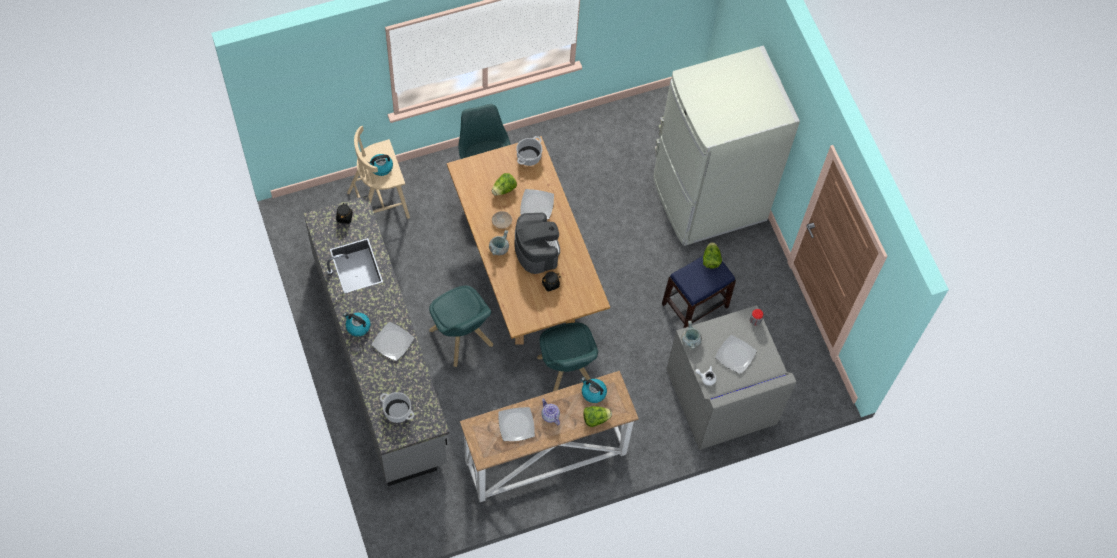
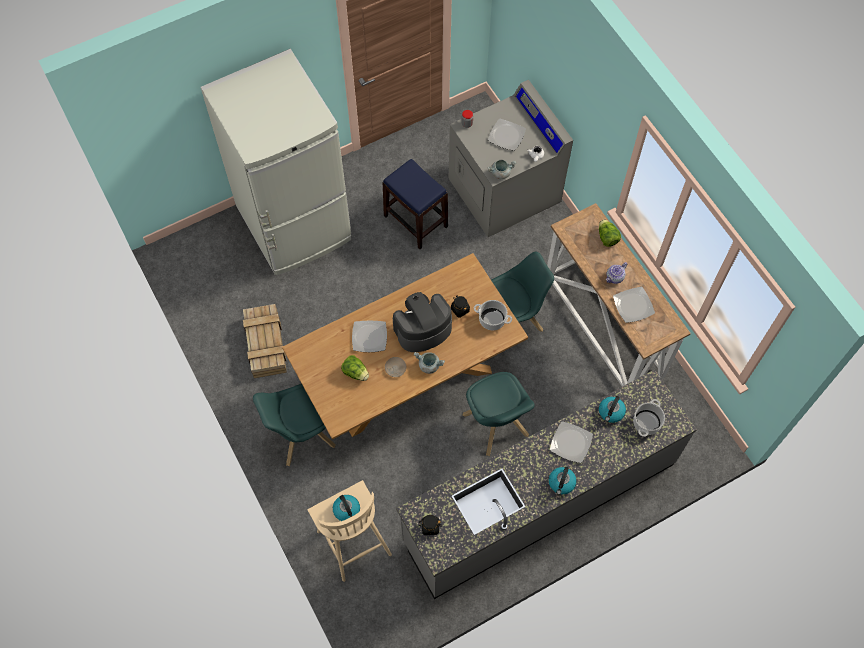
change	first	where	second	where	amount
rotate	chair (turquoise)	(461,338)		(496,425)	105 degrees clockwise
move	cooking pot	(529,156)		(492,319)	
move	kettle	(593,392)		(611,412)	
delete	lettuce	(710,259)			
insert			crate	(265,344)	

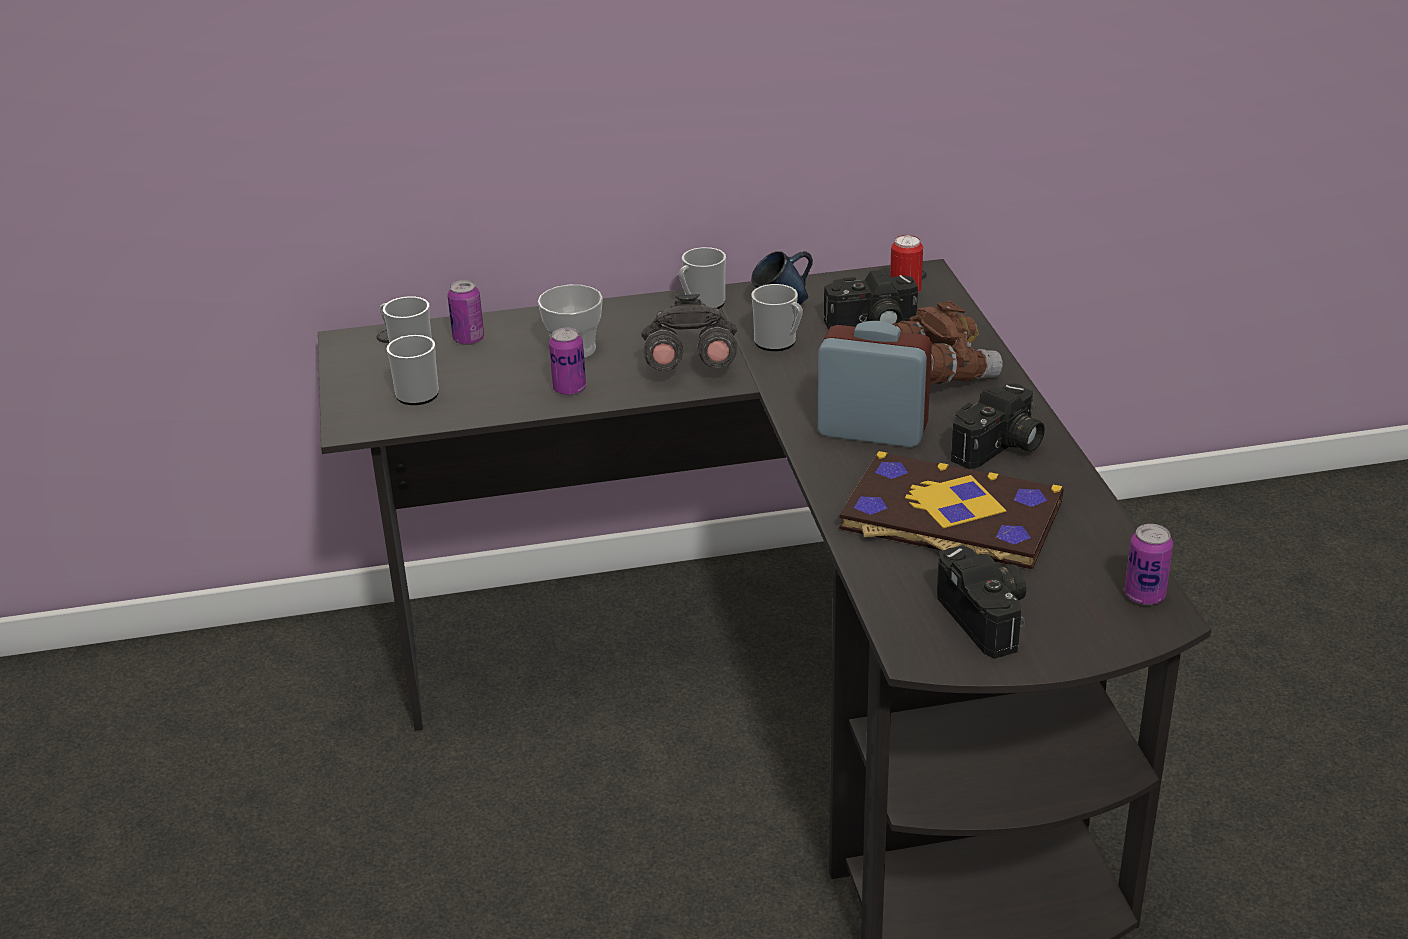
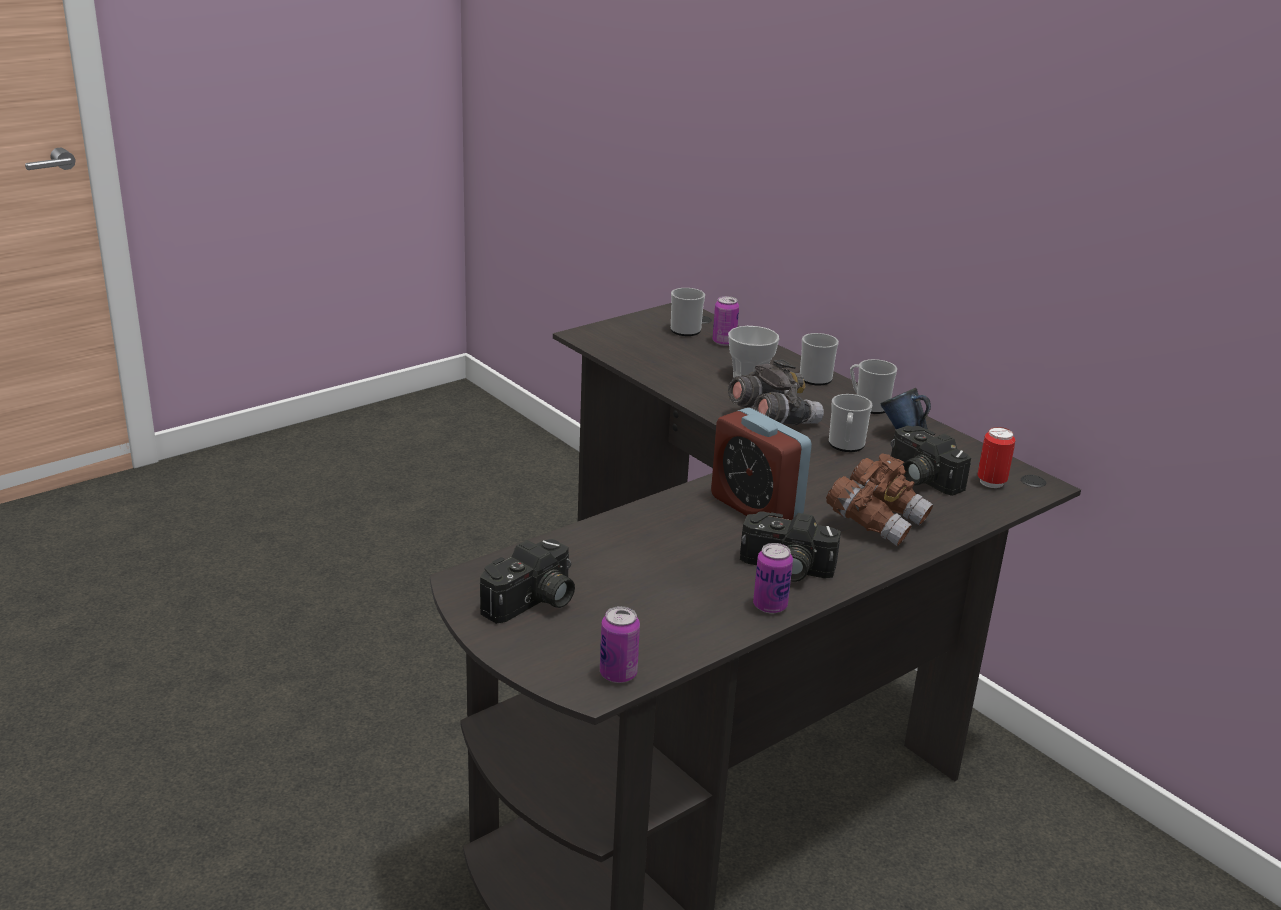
change	first	where	second	where	amount
move	mug	(415,392)		(817,377)	
move	can	(569,389)		(770,606)	
rotate	alarm clock	(872,430)		(756,507)	150 degrees clockwise
delete	book	(950,517)			

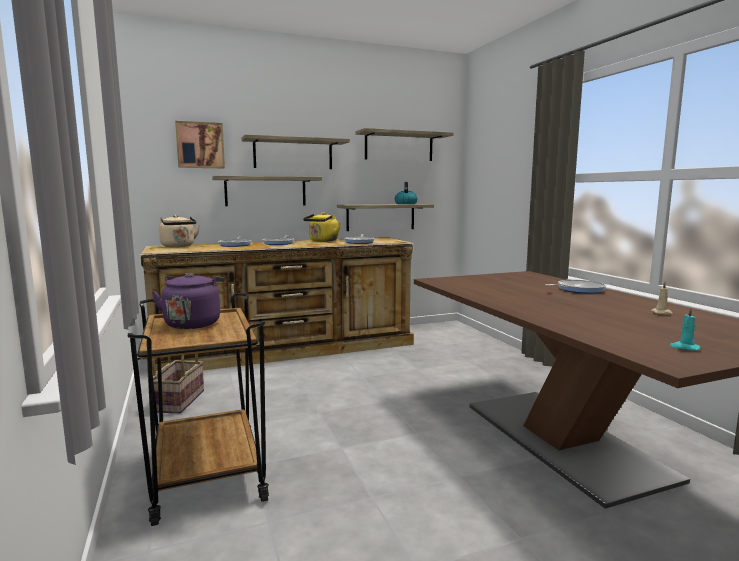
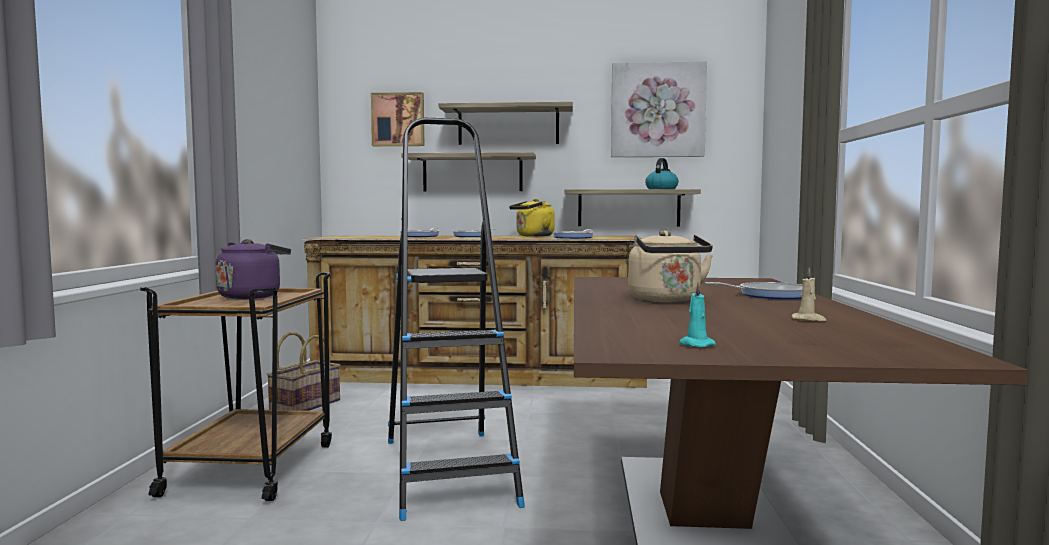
change	first	where	second	where	amount
move	kettle (beige)	(179,246)		(667,300)	
replace	shelf	(399,146)	picture	(657,110)	
insert			step ladder (black)	(448,470)	

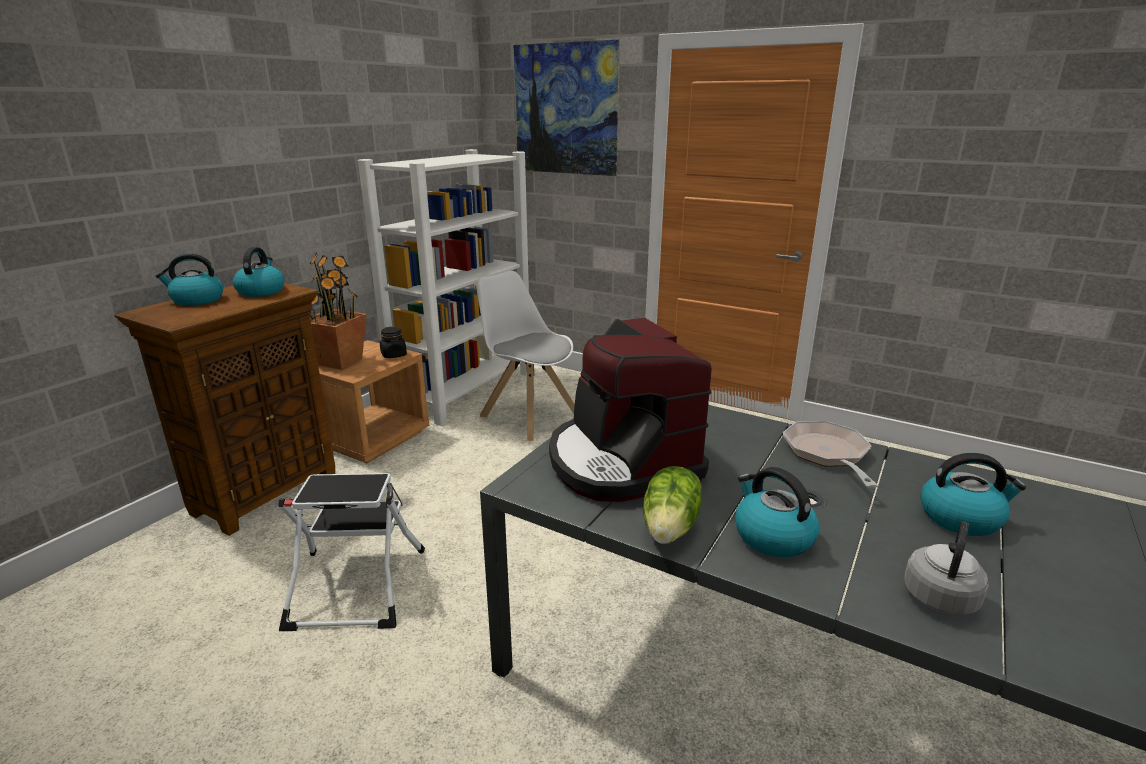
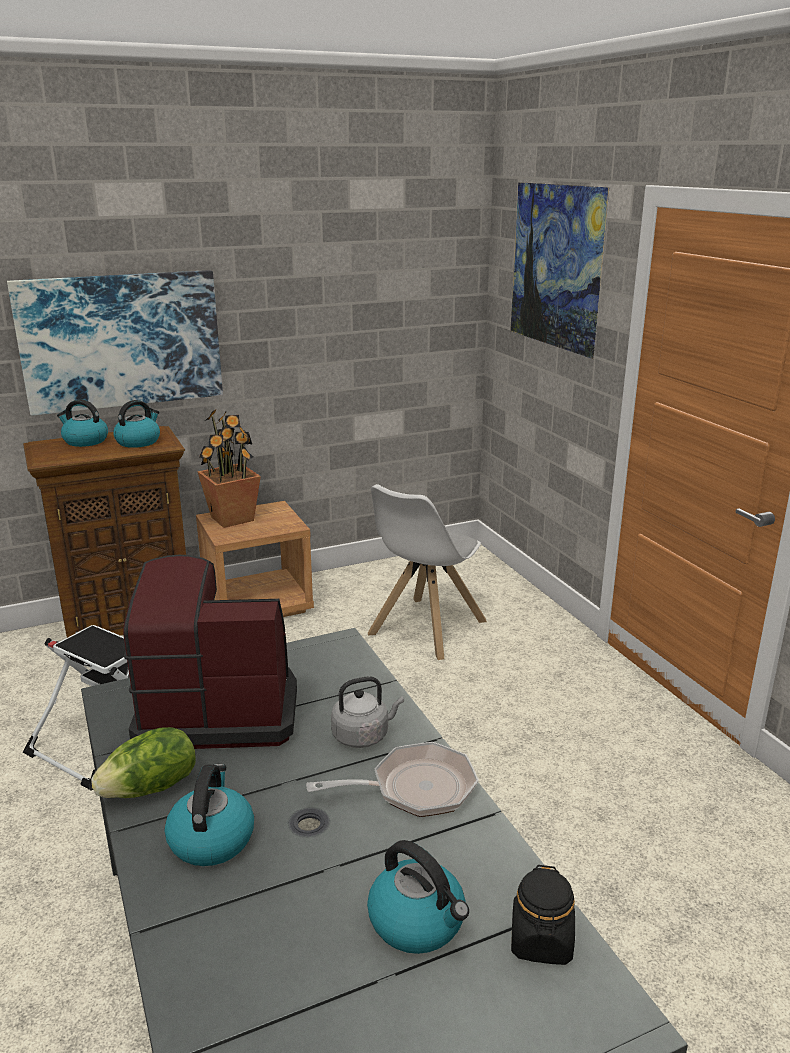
change	first	where	second	where	amount
delete	bookcase (white)	(464,390)			
move	jar (black)	(394,355)		(541,941)	
rotate	chair	(529,415)		(425,629)	135 degrees counterclockwise
rotate	coffee machine	(621,462)		(218,709)	75 degrees clockwise
rotate	frying pan	(827,454)		(415,788)	45 degrees clockwise
move	kettle (grey)	(940,596)		(363,735)	
insert			picture	(121,340)	

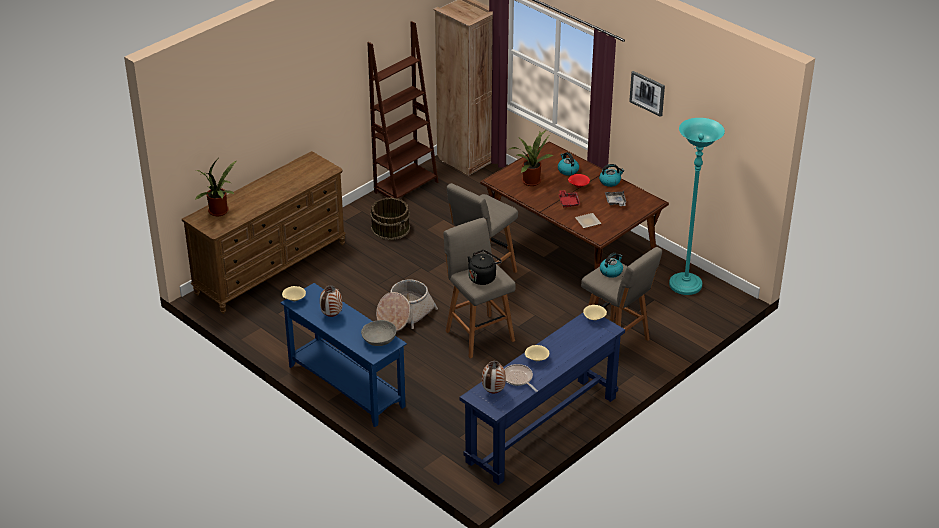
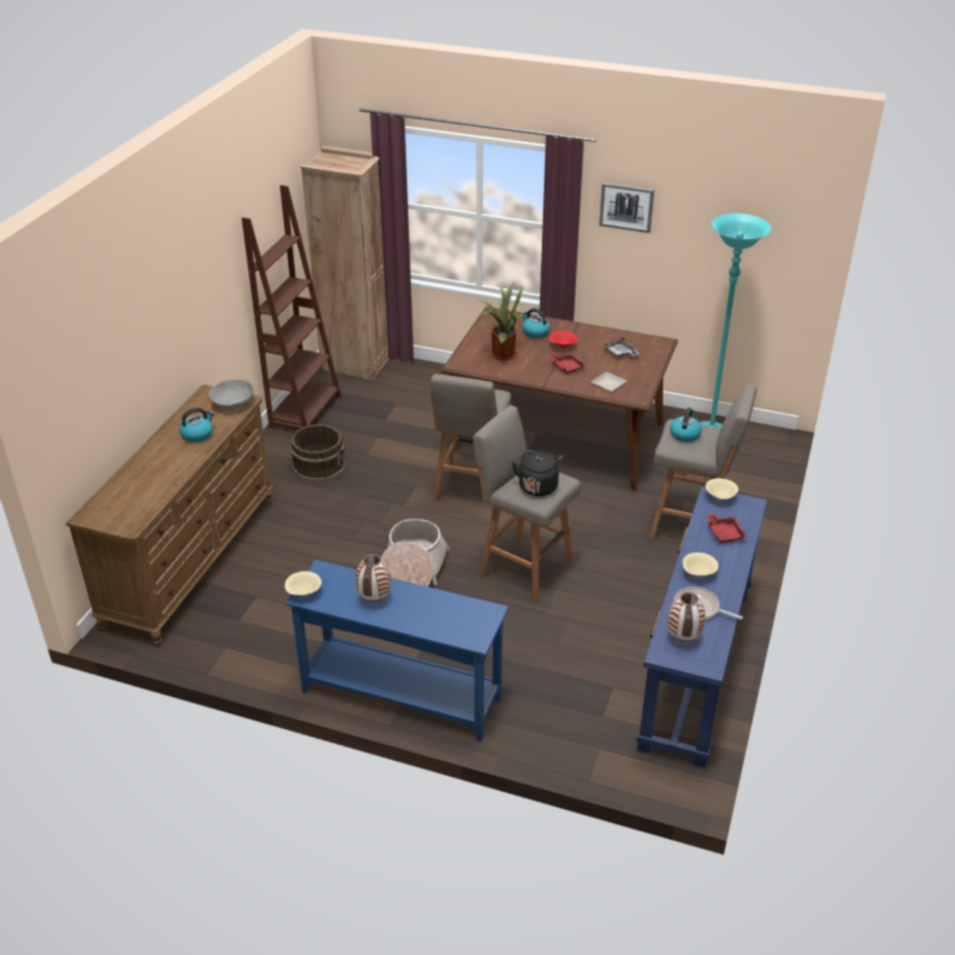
change	first	where	second	where	amount
delete	potted plant	(219,212)			
move	bowl (grey)	(379,339)		(233,403)	
move	kettle	(610,181)		(197,434)	
insert			tray (red)	(724,533)	

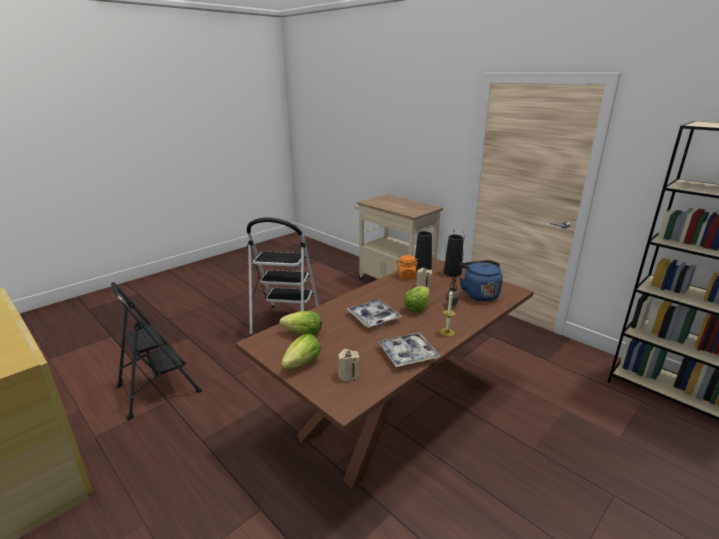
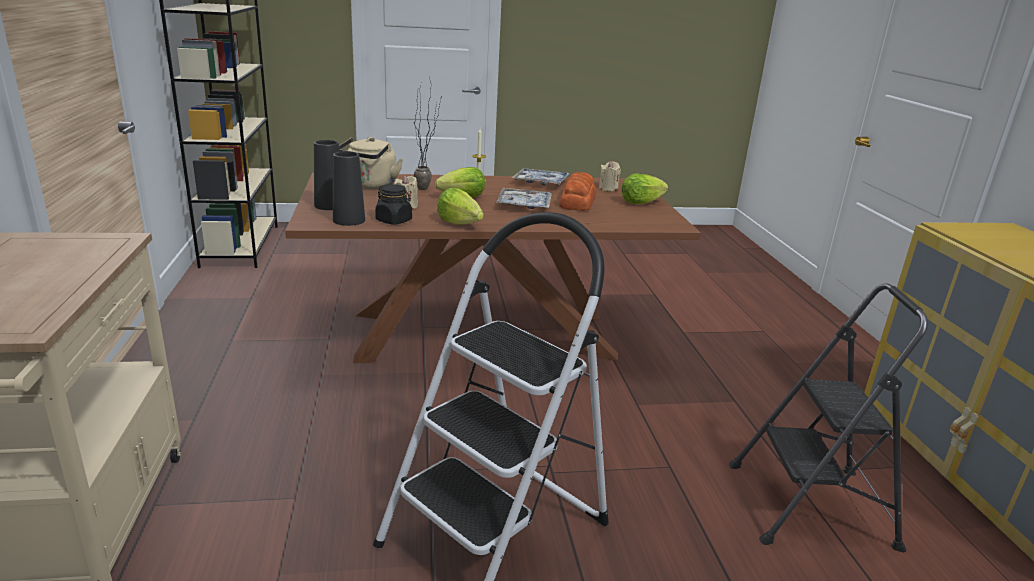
change	first	where	second	where	amount
move	lettuce	(303,334)		(459,223)	
recolor	jar (orange)	(406,276)	jar (black)	(394,221)	
recolor	kettle (blue)	(479,294)	kettle (beige)	(370,185)	
insert			bread	(578,201)	

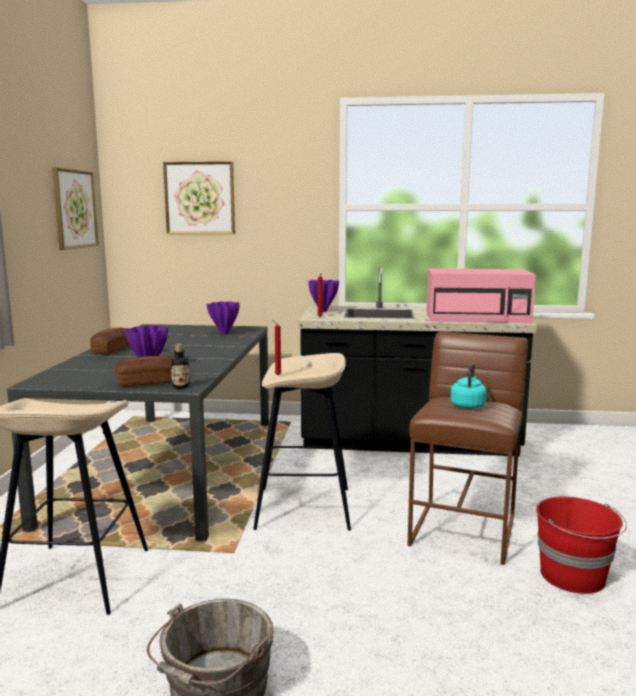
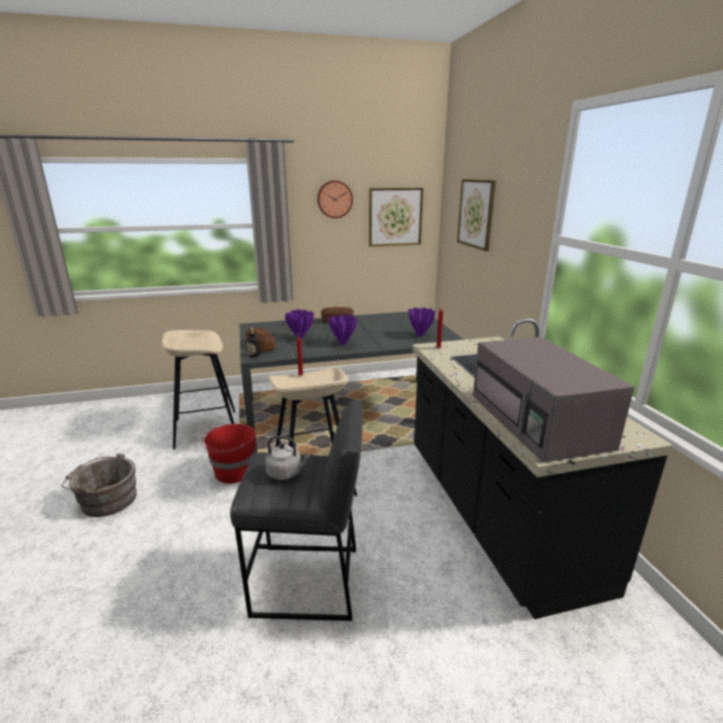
change	first	where	second	where	amount
move	vase (purple)	(323,311)		(342,344)	
recolor	stool (brown)	(463,529)	stool (grey)	(308,581)	
recolor	microwave (pink)	(478,317)	microwave (grey)	(539,421)	
recolor	kettle (turquoise)	(468,405)	kettle (grey)	(286,473)	
move	bucket (red)	(574,576)		(233,472)	
insert			wall clock	(334,199)	

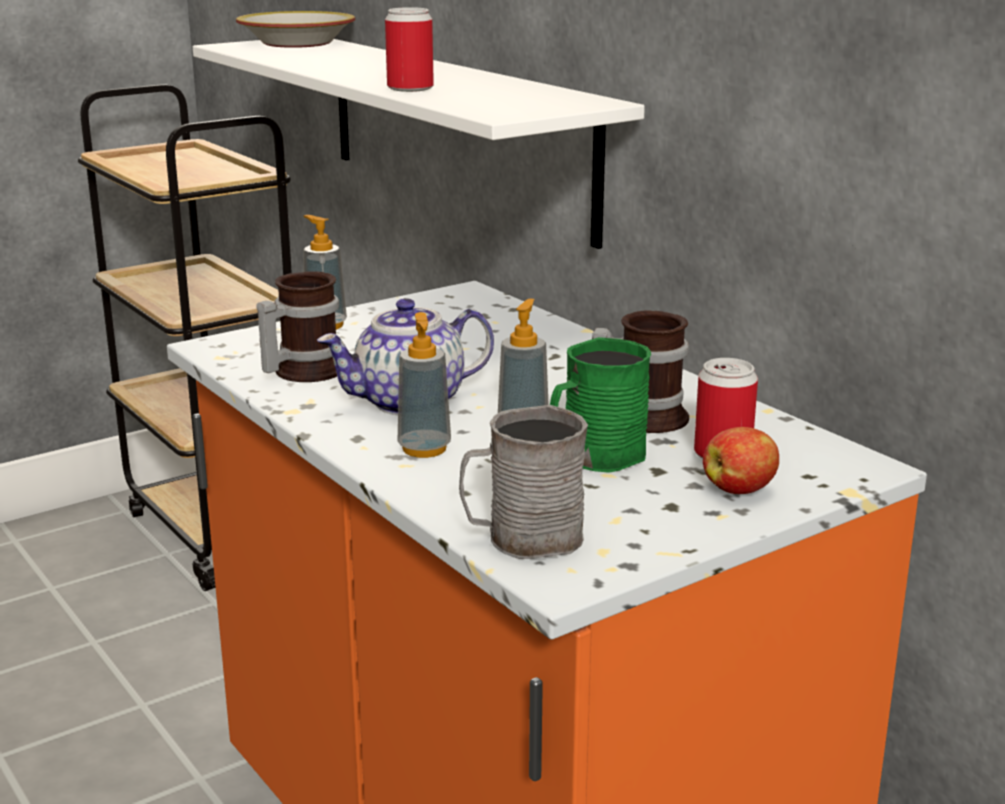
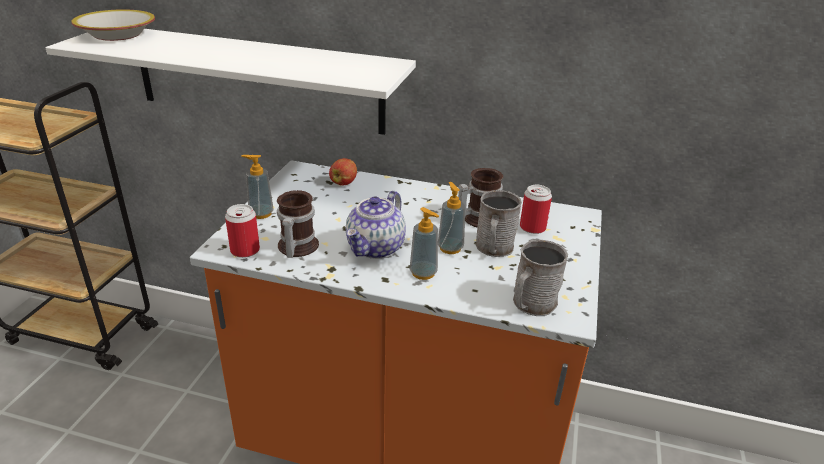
change	first	where	second	where	amount
move	can	(410,88)		(245,250)	
recolor	mug (green)	(595,458)	mug (grey)	(494,249)	
move	apple	(740,490)		(344,183)	

